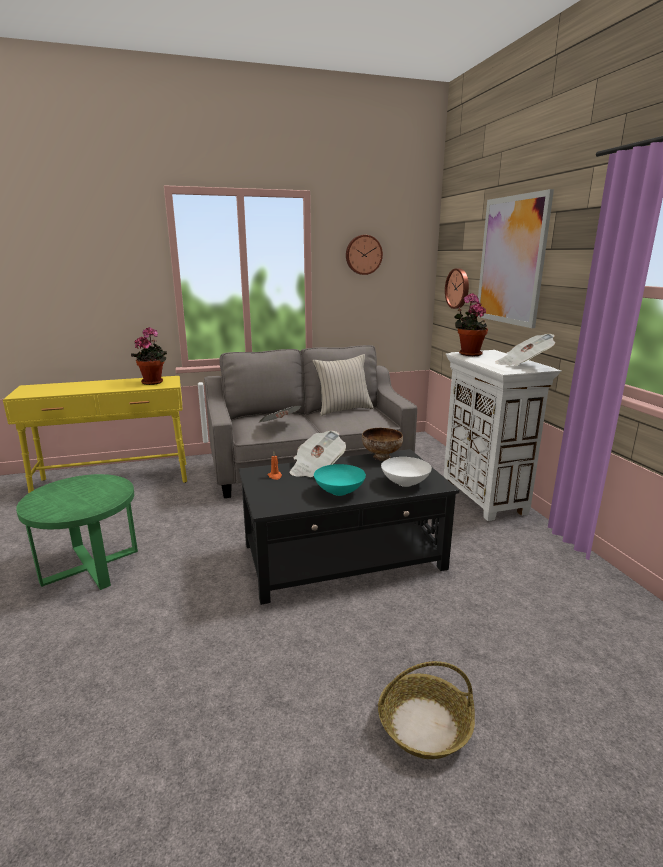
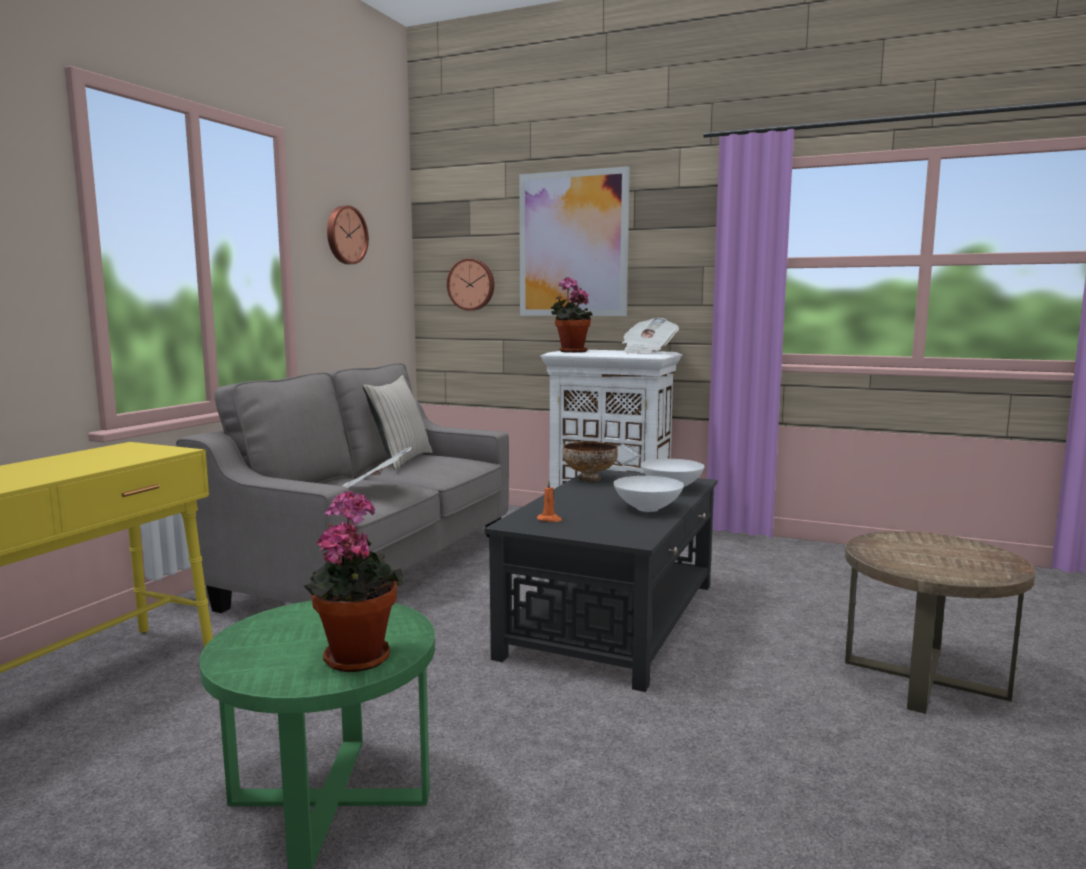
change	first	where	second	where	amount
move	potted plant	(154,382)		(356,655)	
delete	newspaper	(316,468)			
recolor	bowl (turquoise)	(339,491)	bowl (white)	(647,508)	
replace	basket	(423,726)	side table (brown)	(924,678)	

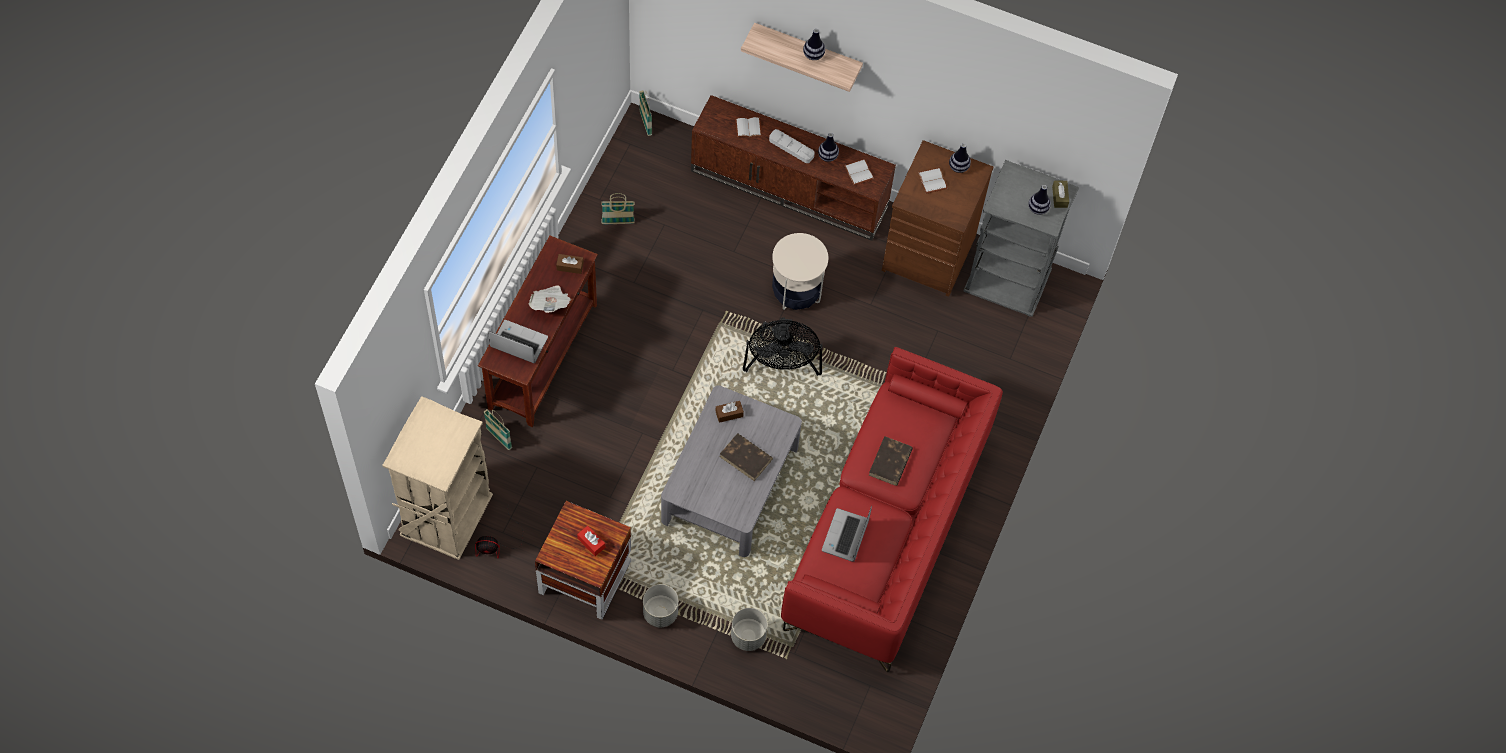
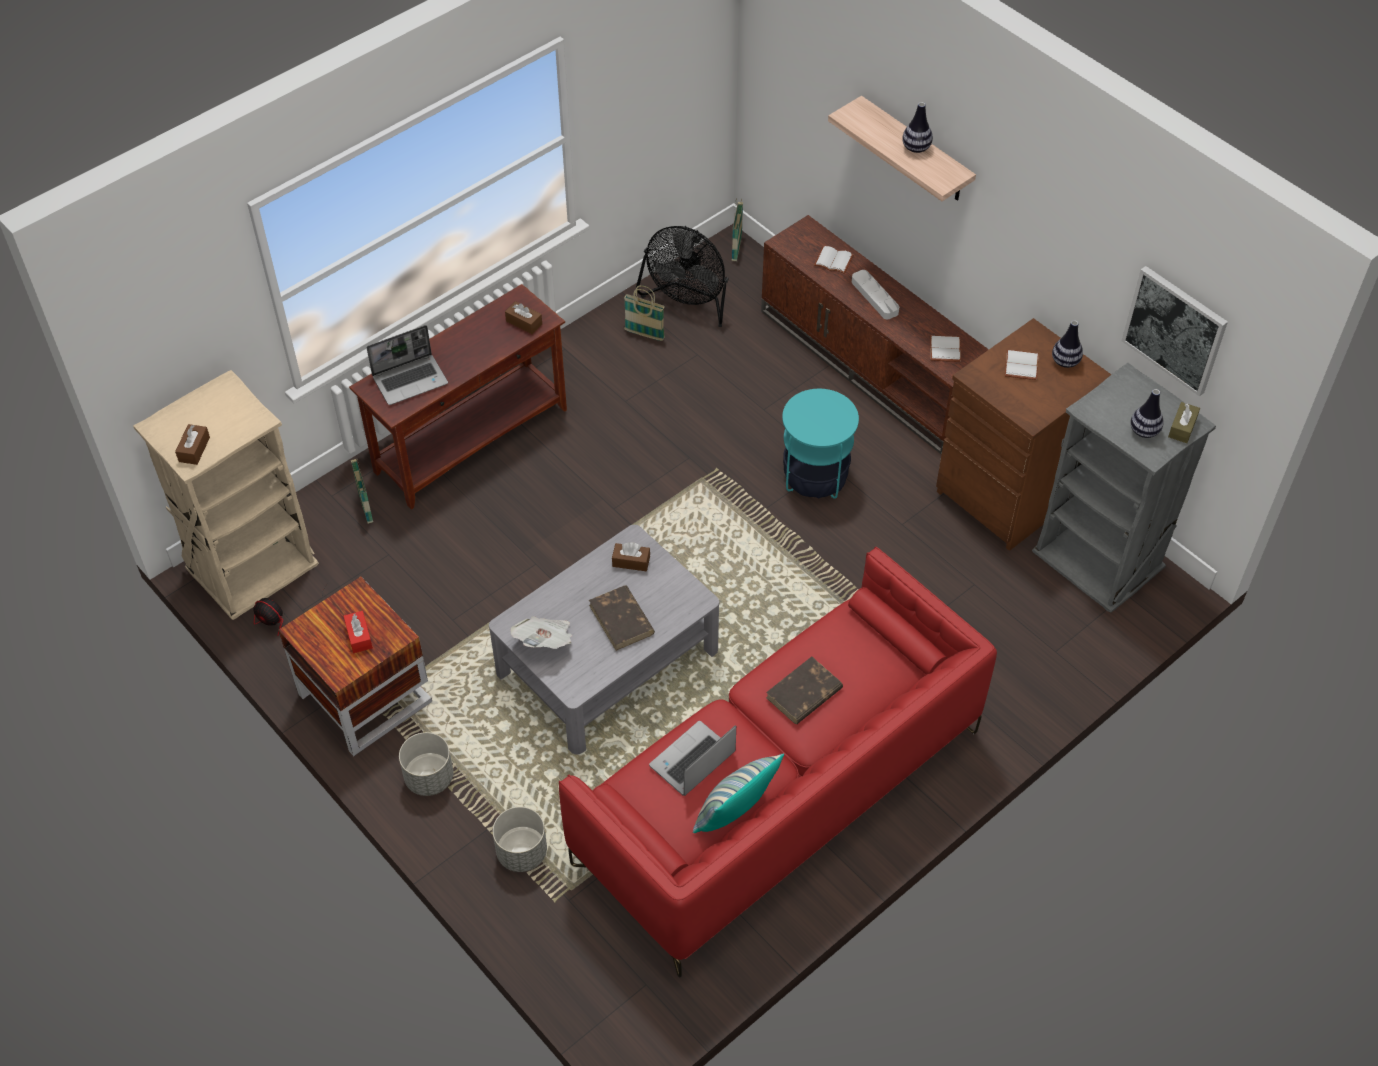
change	first	where	second	where	amount
rotate	laptop	(518,343)		(411,380)	105 degrees clockwise
move	newspaper	(550,304)		(545,641)	
move	fan (black)	(779,359)		(686,298)	
recolor	side table (beige)	(796,292)	side table (turquoise)	(815,478)	
delete	vase	(827,156)			
insert			tissue box (brown)	(194,449)	
insert			pillow	(735,813)	
insert			picture	(1175,329)	

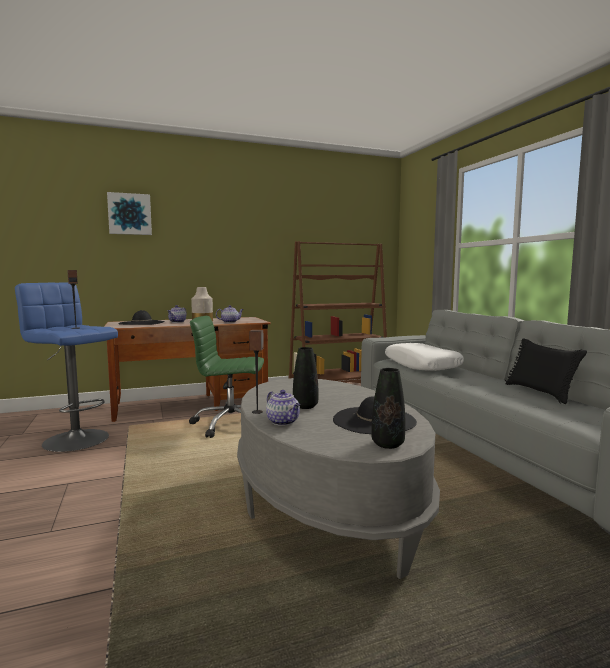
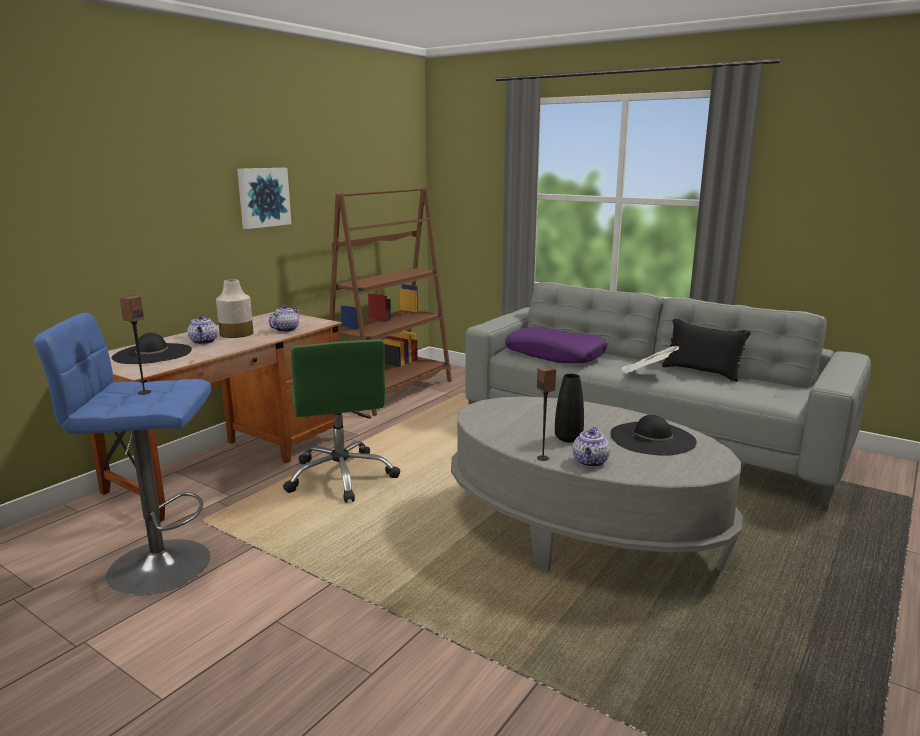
change	first	where	second	where	amount
move	picture	(130,214)		(263,197)	
rotate	office chair (green)	(230,424)		(341,477)	75 degrees counterclockwise
rotate	teapot	(283,422)		(590,462)	90 degrees clockwise
delete	vase (black)	(387,444)			
recolor	pillow (white)	(422,365)	pillow (purple)	(555,355)	
insert			newspaper	(646,374)	

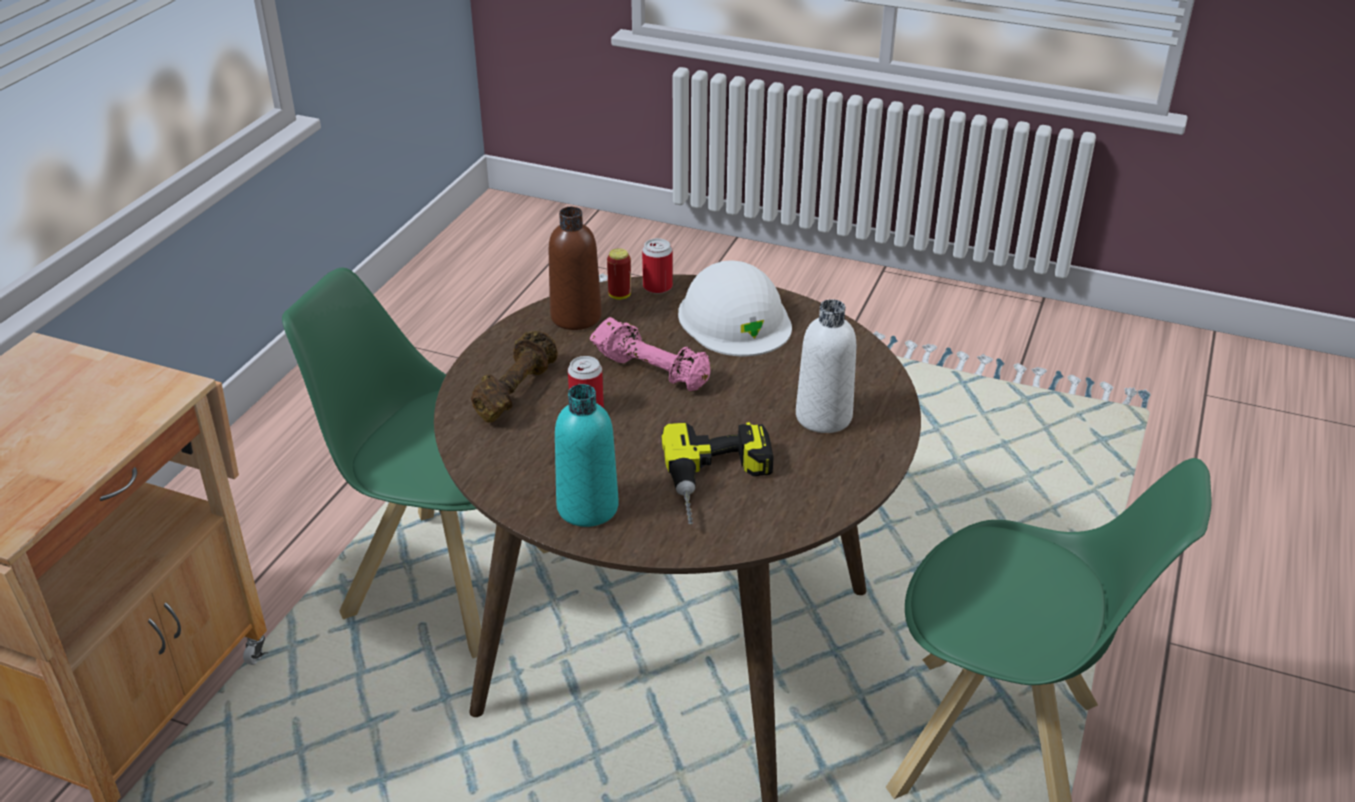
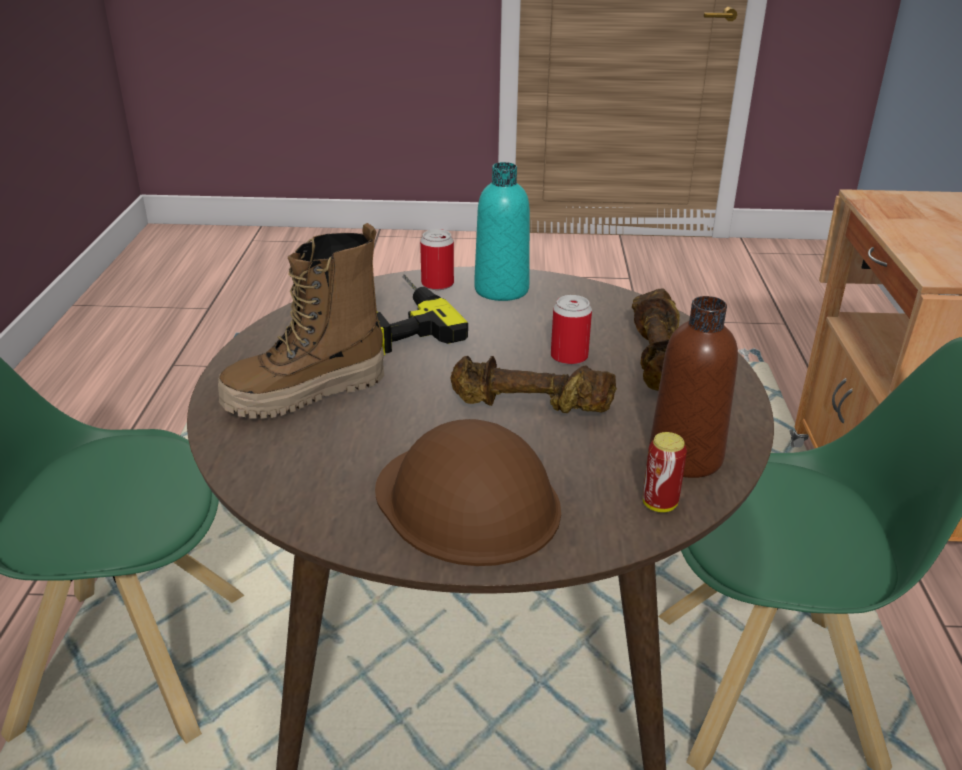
change	first	where	second	where	amount
recolor	dumbbell (pink)	(653,370)	dumbbell (brown)	(530,408)	
move	can	(657,287)		(437,284)	
recolor	hard hat (white)	(734,319)	hard hat (brown)	(467,501)	
replace	bottle (white)	(823,417)	boot	(306,394)	

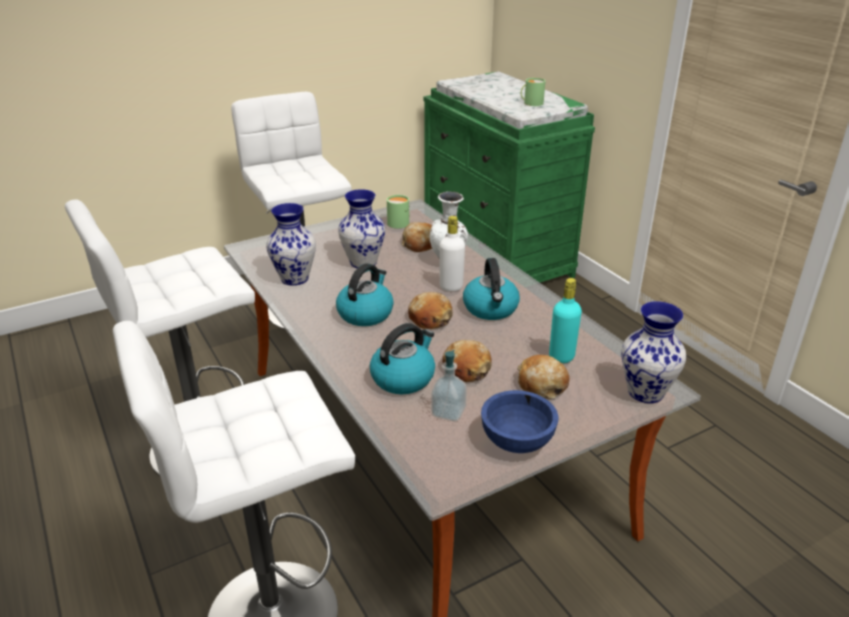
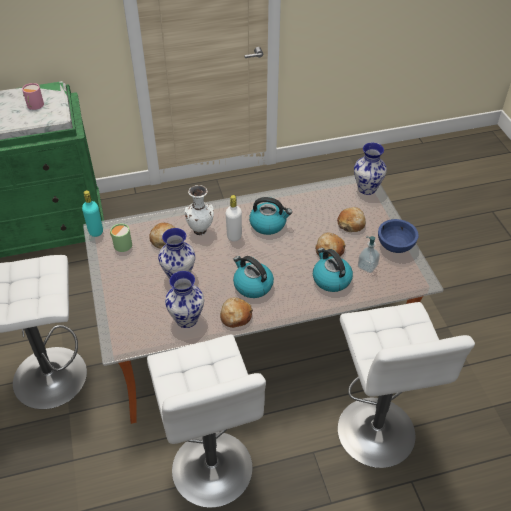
change	first	where	second	where	amount
move	bread	(430,318)		(235,316)	
recolor	mug (green)	(531,103)	mug (pink)	(34,106)	
move	bottle (turquoise)	(561,357)		(96,231)	

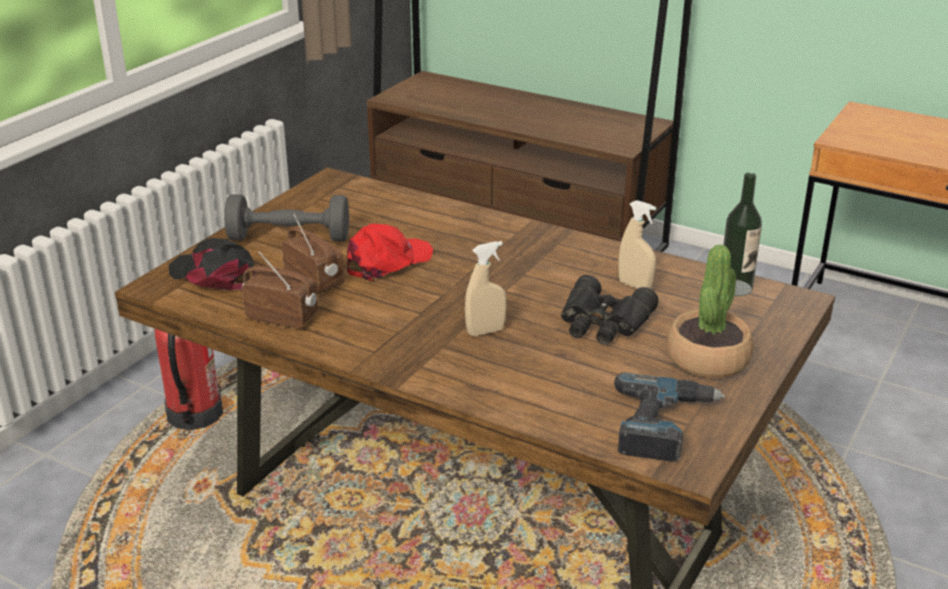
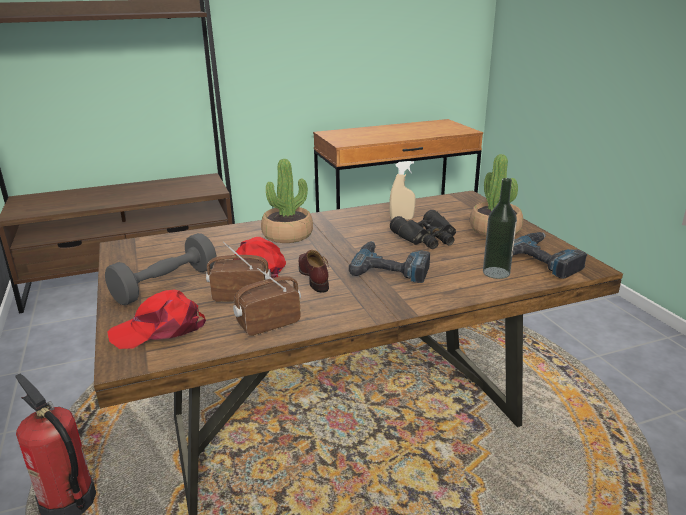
change	first	where	second	where	amount
recolor	cap (black)	(214,275)	cap (red)	(160,330)	
replace	spray bottle (beige)	(485,331)	power drill	(391,268)	
move	bottle	(735,287)		(496,273)	
insert			potted plant	(287,235)	
insert			shoe (brown)	(314,276)	

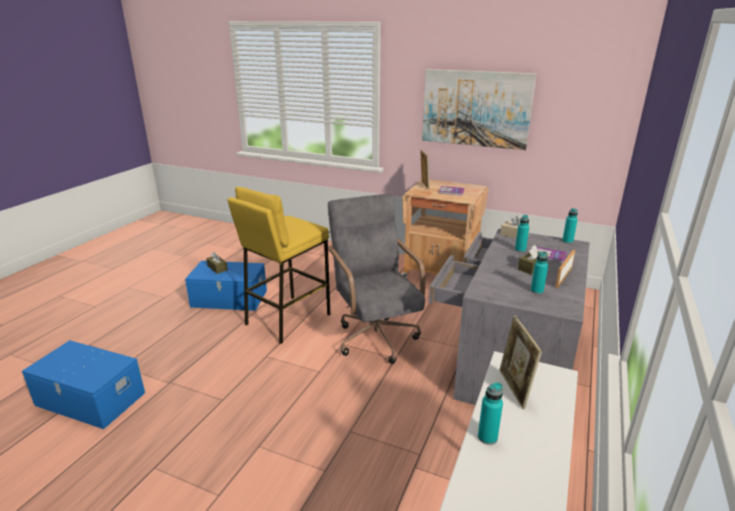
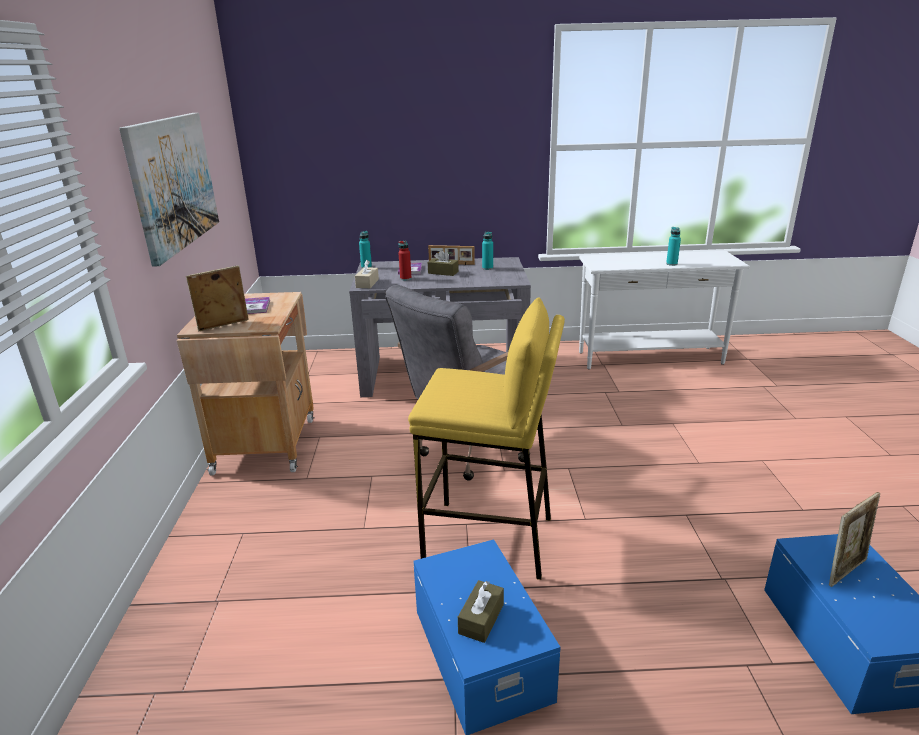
change	first	where	second	where	amount
move	picture frame	(514,389)		(845,570)	
recolor	bottle (turquoise)	(520,250)	bottle (red)	(405,278)	

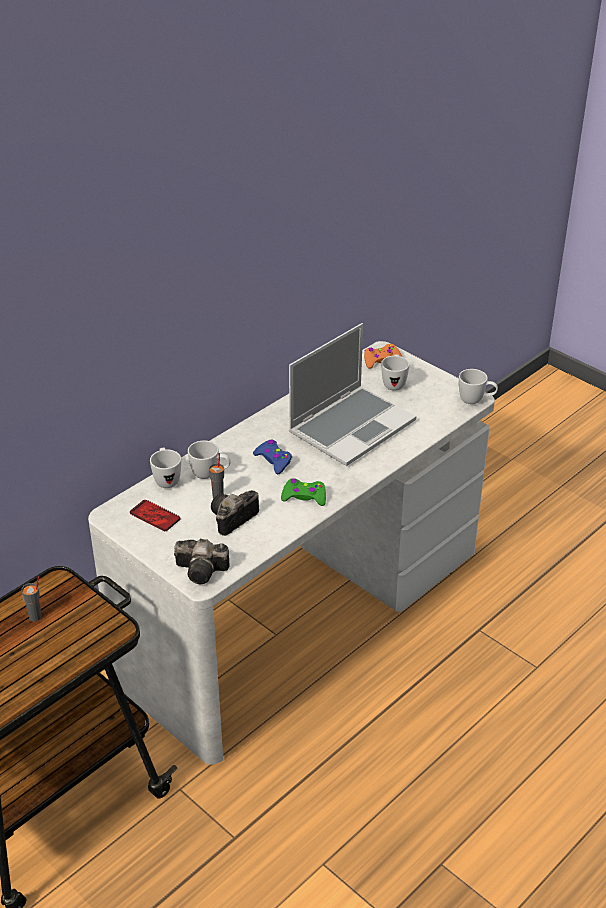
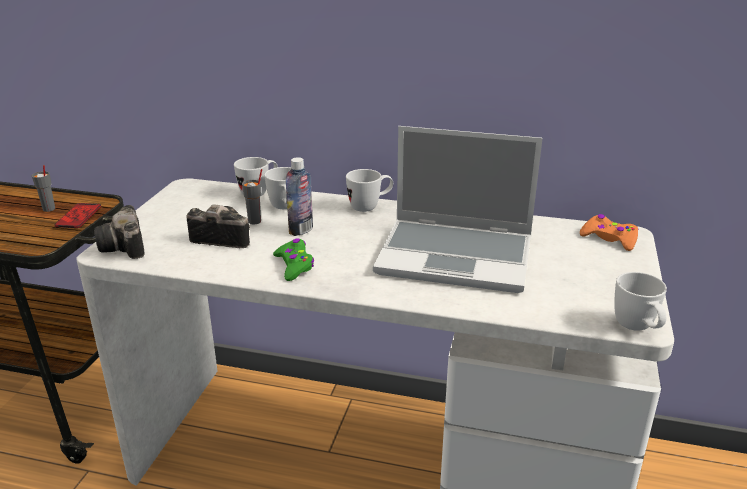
change	first	where	second	where	amount
move	phone	(155,516)		(78,216)	
delete	game controller (blue)	(273,460)			
move	mug (white)	(394,383)		(370,207)	
insert			bottle	(301,230)	

